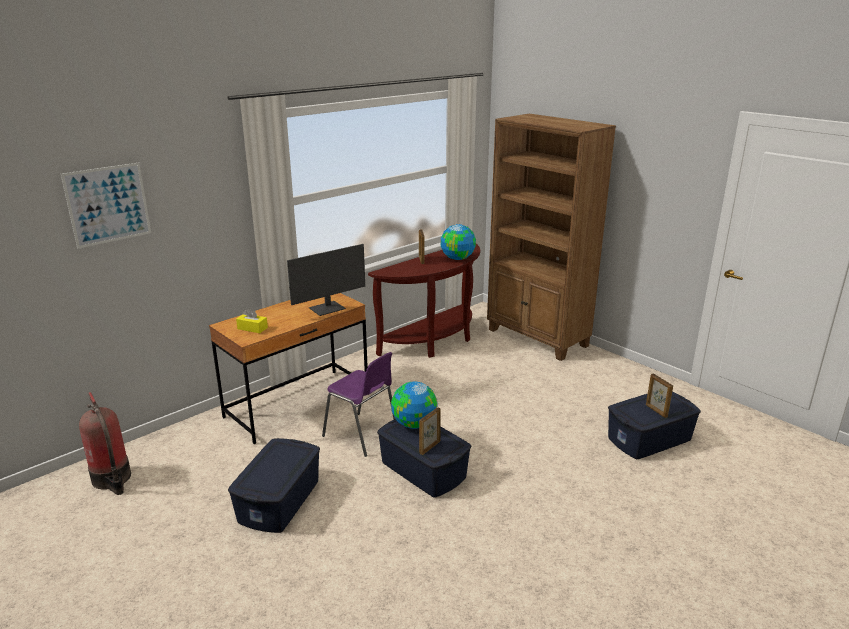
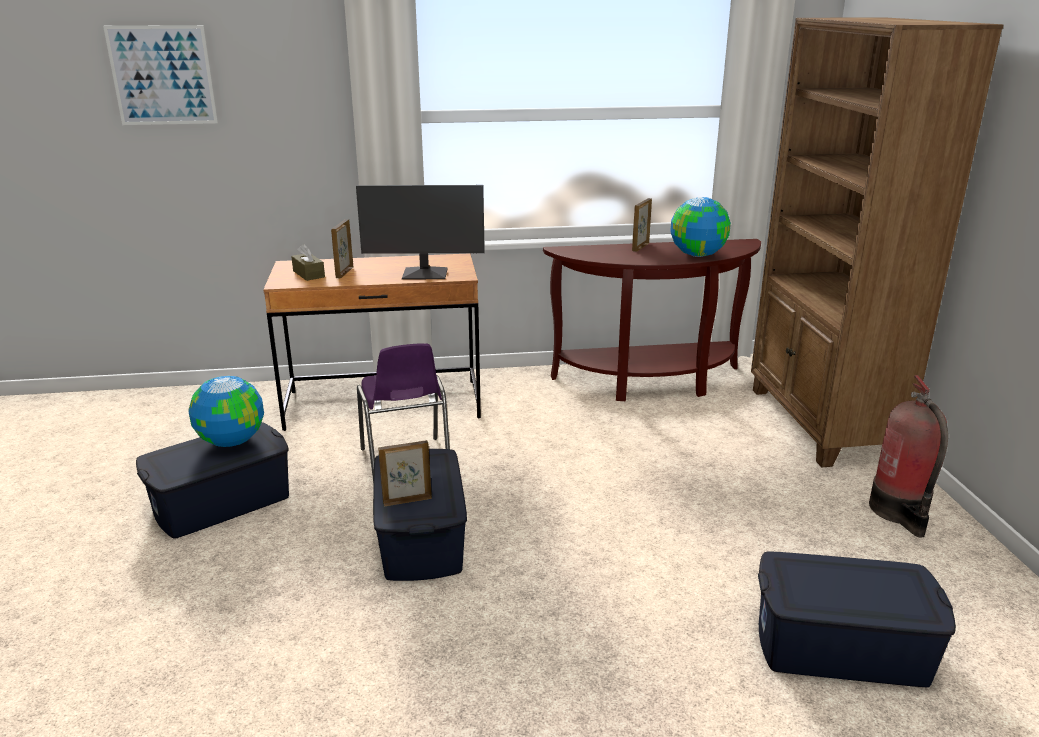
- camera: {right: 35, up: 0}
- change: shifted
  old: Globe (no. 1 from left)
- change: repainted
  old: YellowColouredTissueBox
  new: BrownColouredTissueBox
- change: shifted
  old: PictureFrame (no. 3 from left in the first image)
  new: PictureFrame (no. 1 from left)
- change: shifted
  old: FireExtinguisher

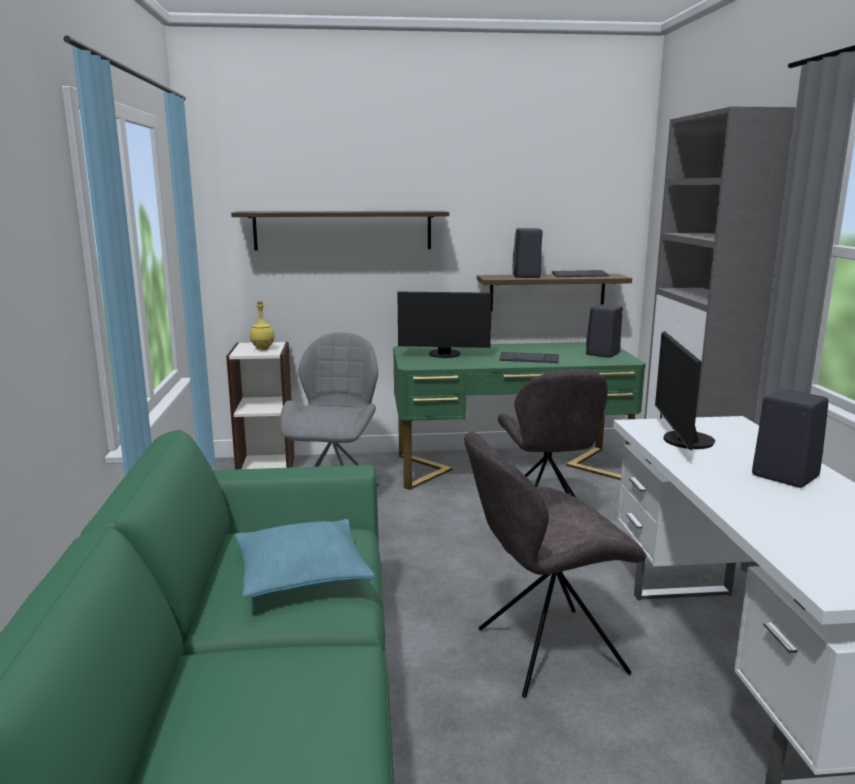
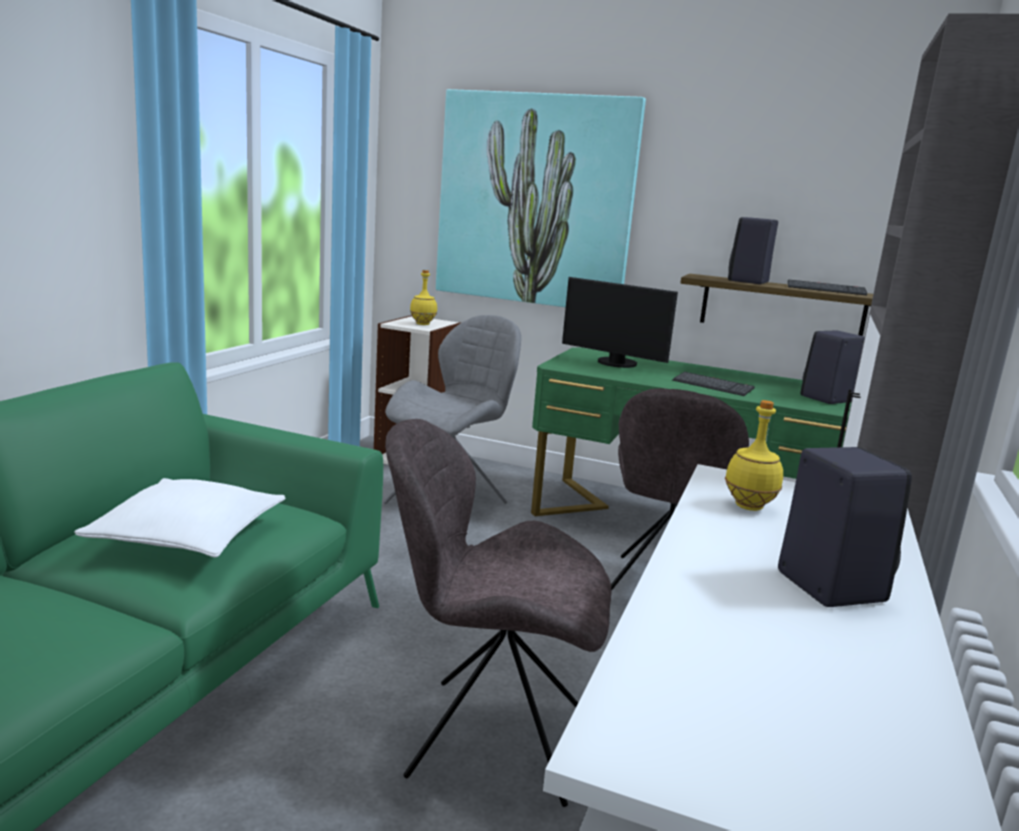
- camera: {right: 25, up: 0}
- change: repainted
  old: TurquoiseColouredCushion
  new: WhitishCushion
- change: swapped
  old: WallShelf (no. 1 from left)
  new: WallArt
- change: swapped
  old: ComputerDisplay (no. 2 from left)
  new: YellowColouredBottle (no. 2 from left)

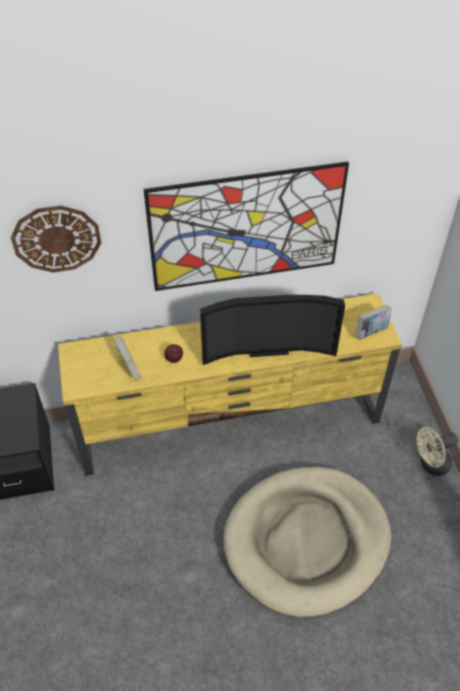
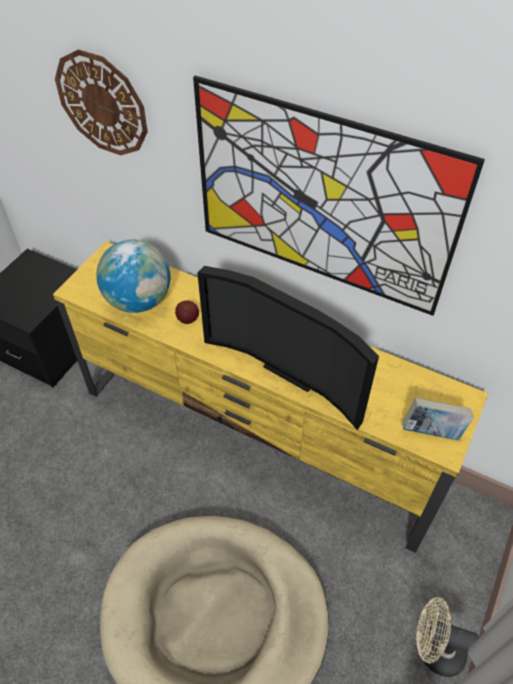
- camera: {right: 40, up: 0}
- change: swapped
  old: Volume (no. 1 from left)
  new: Globe

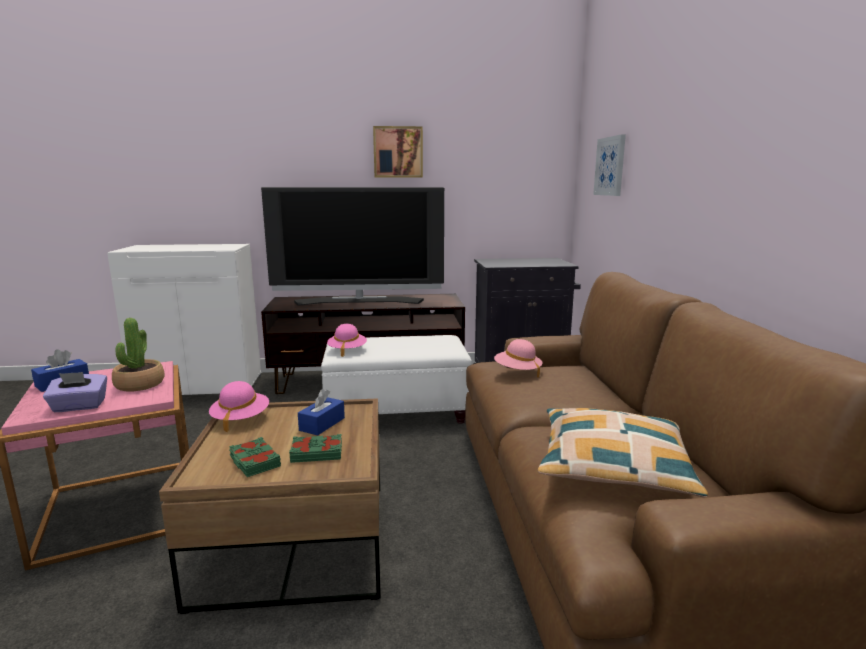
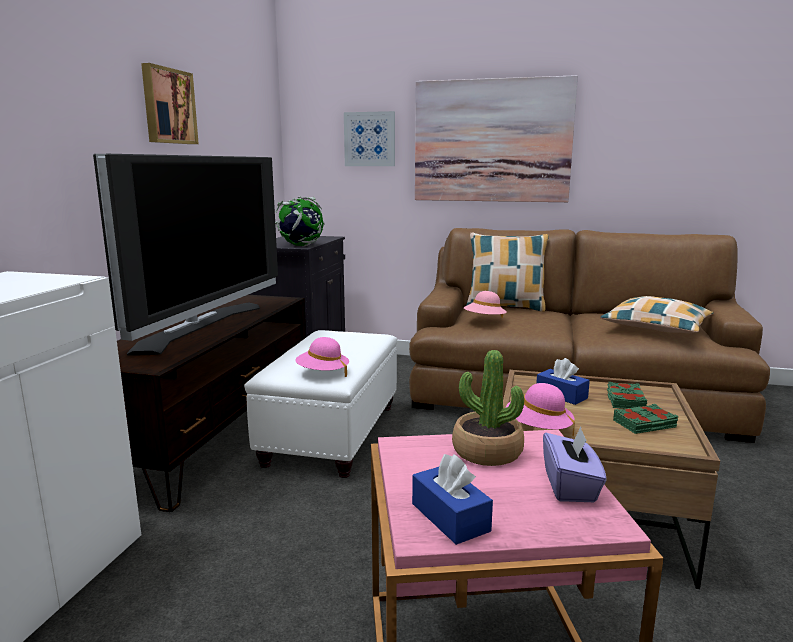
- camera: {right: -70, up: 0}
- change: new
  new: Globe
- change: new
  new: WallArt (no. 3 from left)
- change: new
  new: Cushion (no. 1 from left)

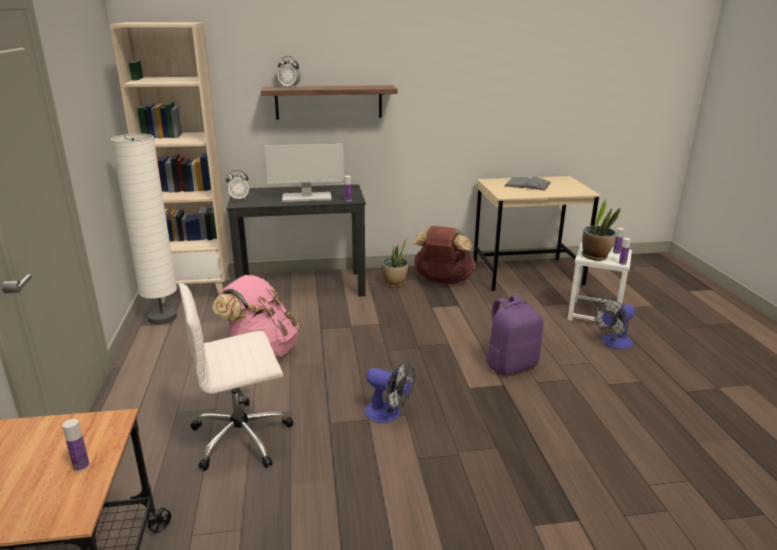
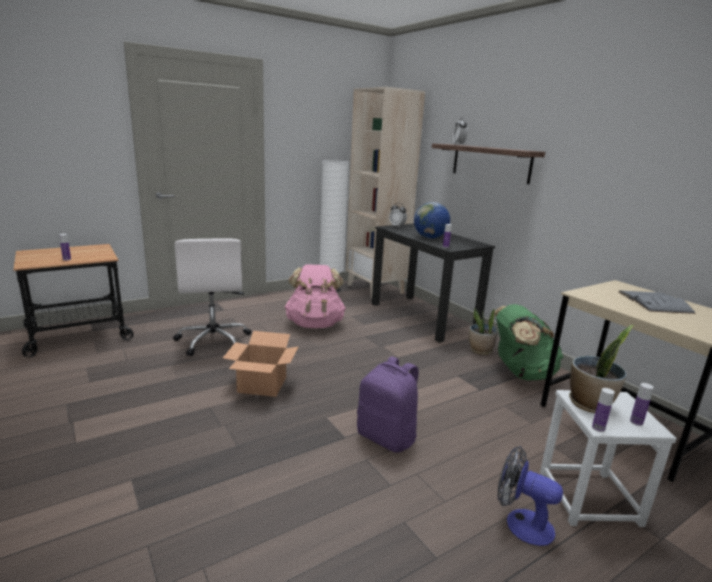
- camera: {right: 65, up: -5}
- change: rotated
  old: WhitishComputerChair
  degrees: -150
- change: swapped
  old: CoolingFan (no. 1 from left)
  new: PackingBox
- change: swapped
  old: ComputerDisplay
  new: Globe
- change: repainted
  old: BrownColouredRucksack
  new: GreenRucksack

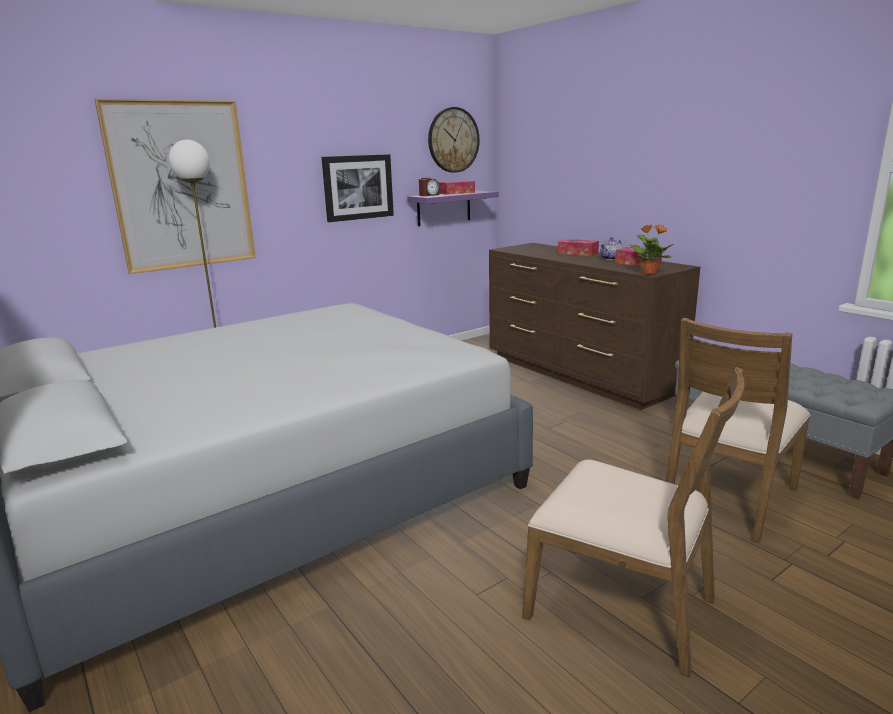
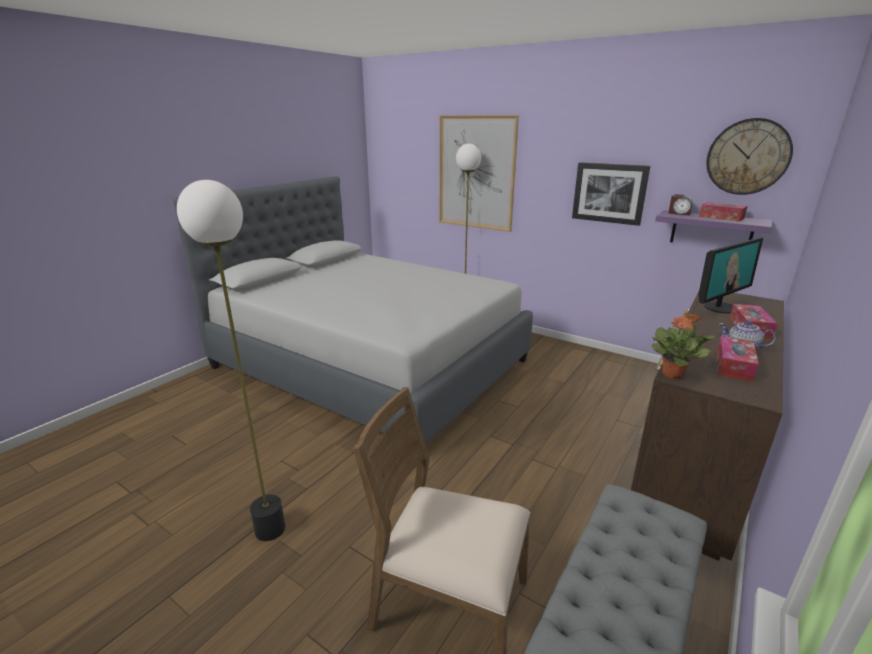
- camera: {right: 70, up: 5}
- change: swapped
  old: BrownColouredPlainChair (no. 1 from left)
  new: StandardLamp (no. 1 from left)
- change: new
  new: ComputerDisplay

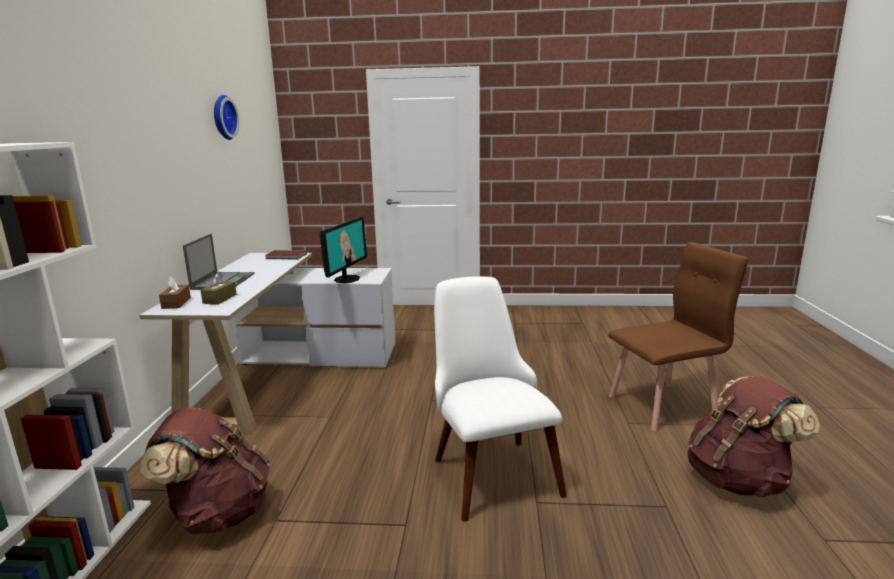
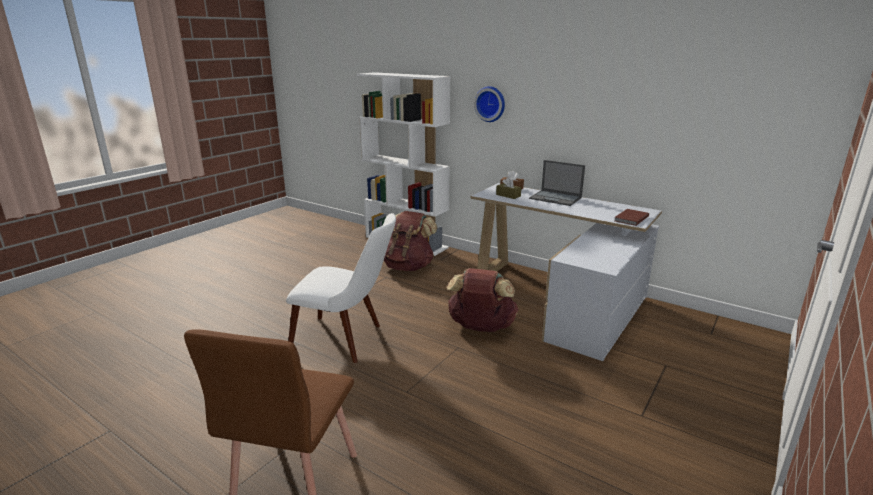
- camera: {right: 120, up: 5}
- change: shifted
  old: BrownColouredRucksack (no. 2 from left)
- change: shifted
  old: HangingClock
- change: gone
  old: ComputerDisplay

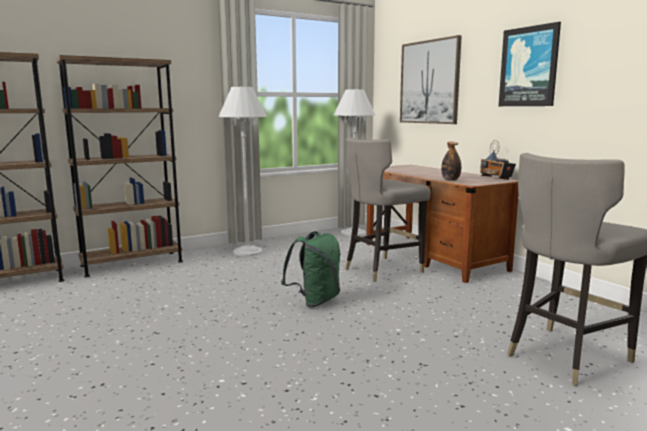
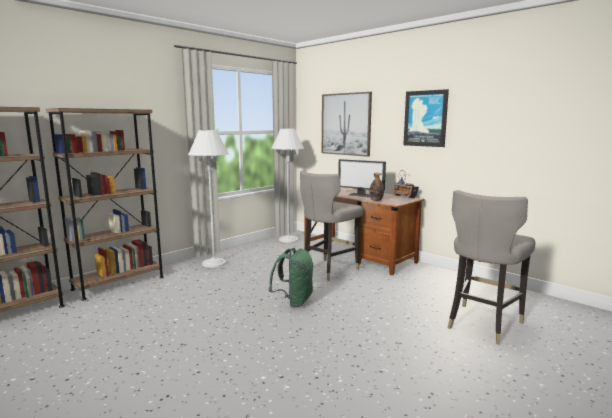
- camera: {right: -15, up: 0}
- change: new
  new: ComputerDisplay

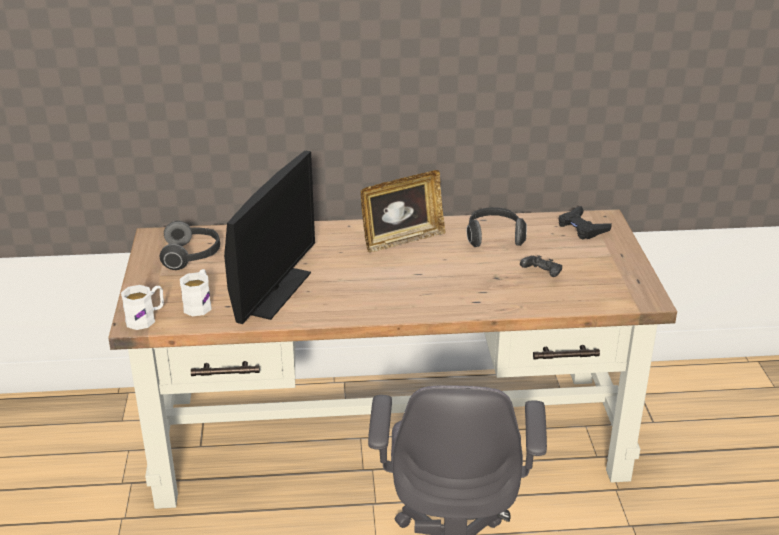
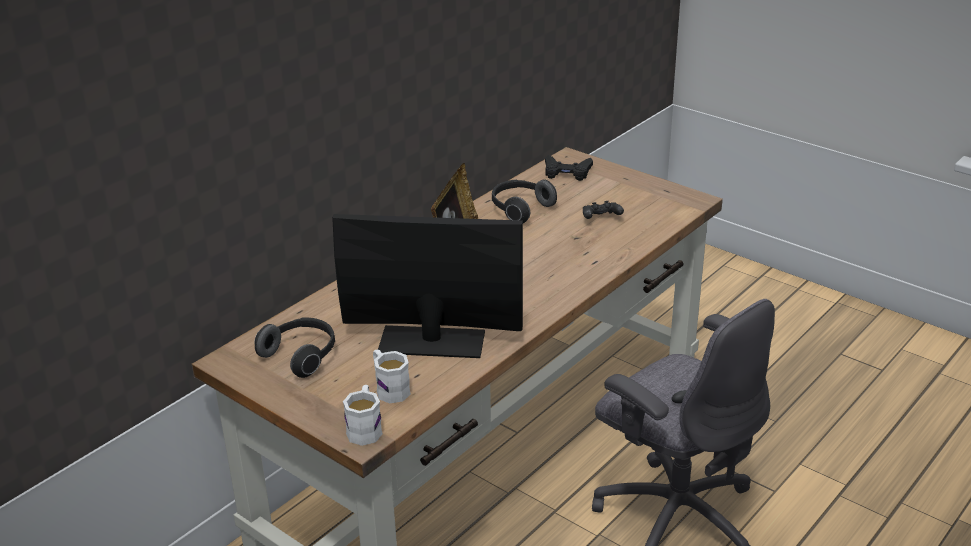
- camera: {right: -45, up: 0}
- change: rotated
  old: ComputerDisplay
  degrees: -60

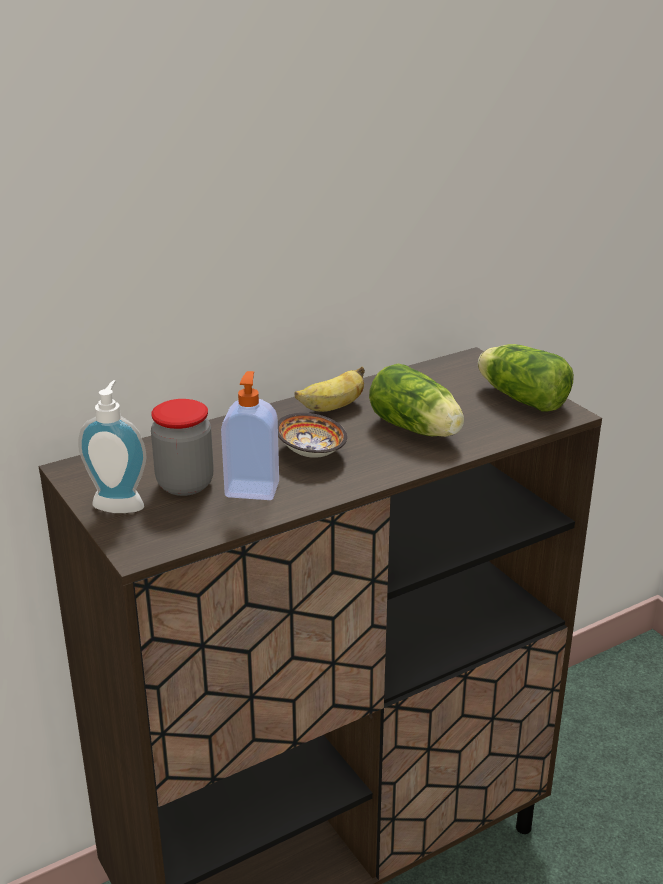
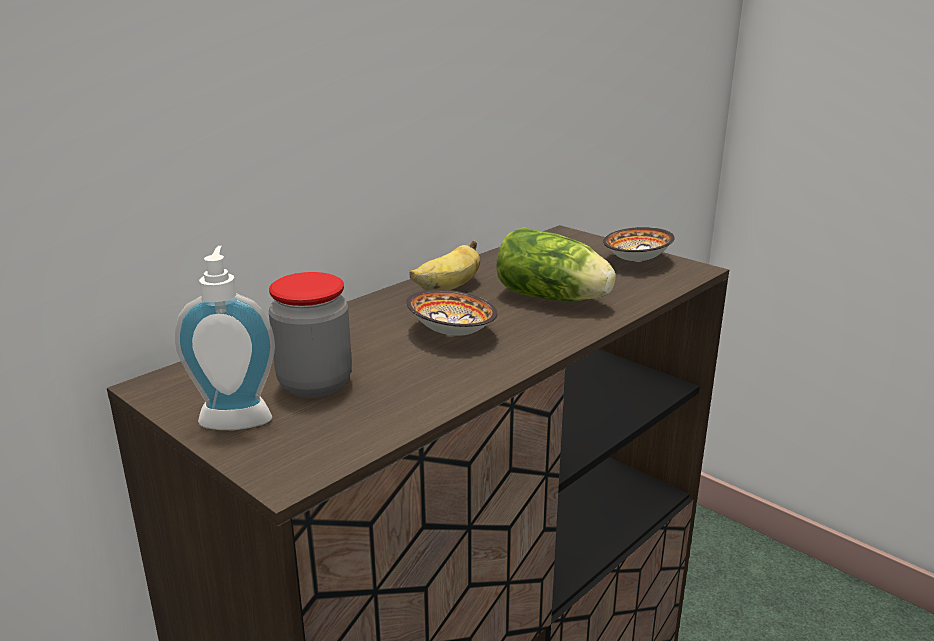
- camera: {right: -15, up: -5}
- change: swapped
  old: Lettuce (no. 2 from left)
  new: DeepDish (no. 2 from left)
- change: gone
  old: LiquidSoapBottle (no. 2 from left)

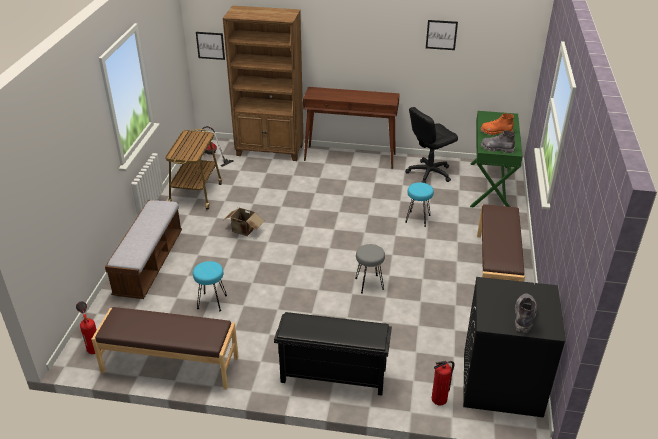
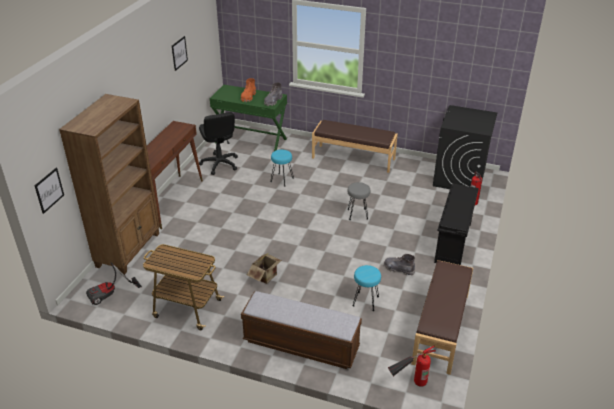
- camera: {right: -80, up: 0}
- change: shifted
  old: GrayTallBoot (no. 2 from left)

